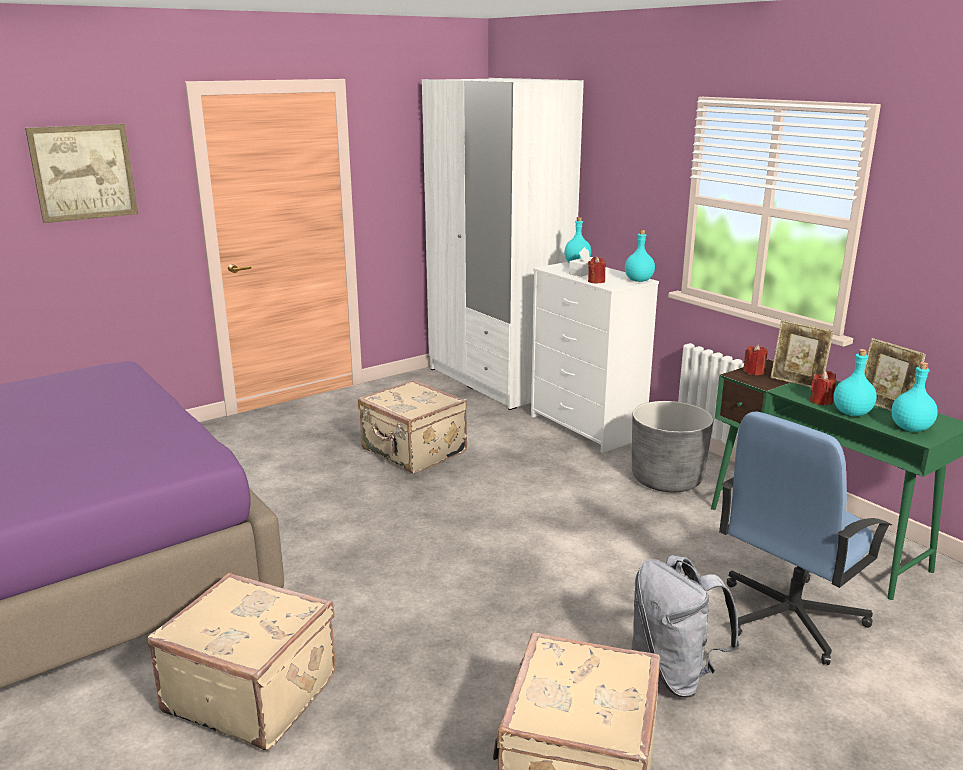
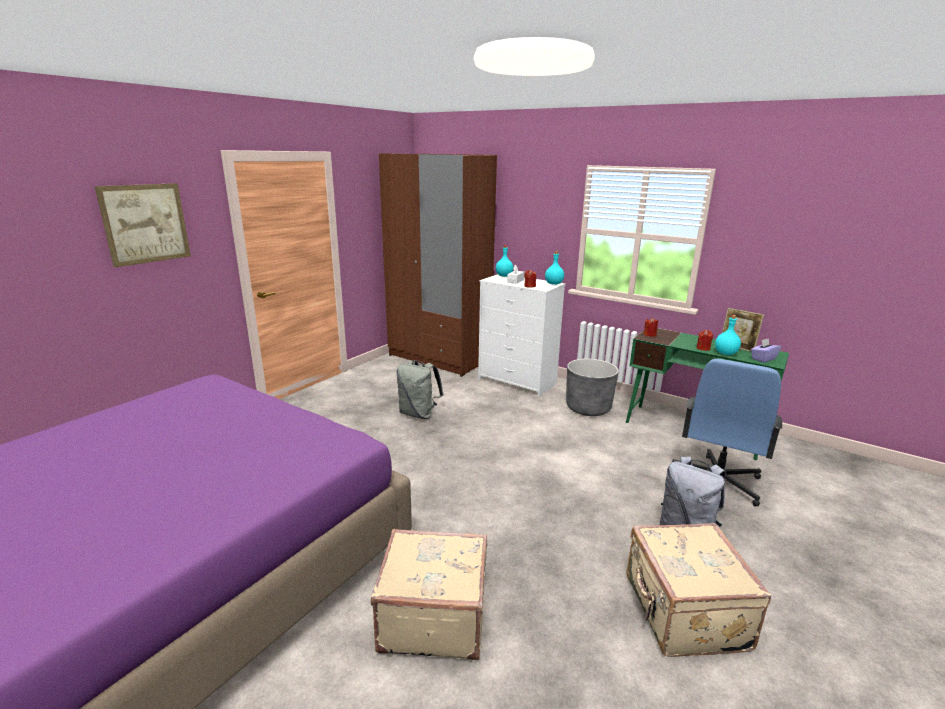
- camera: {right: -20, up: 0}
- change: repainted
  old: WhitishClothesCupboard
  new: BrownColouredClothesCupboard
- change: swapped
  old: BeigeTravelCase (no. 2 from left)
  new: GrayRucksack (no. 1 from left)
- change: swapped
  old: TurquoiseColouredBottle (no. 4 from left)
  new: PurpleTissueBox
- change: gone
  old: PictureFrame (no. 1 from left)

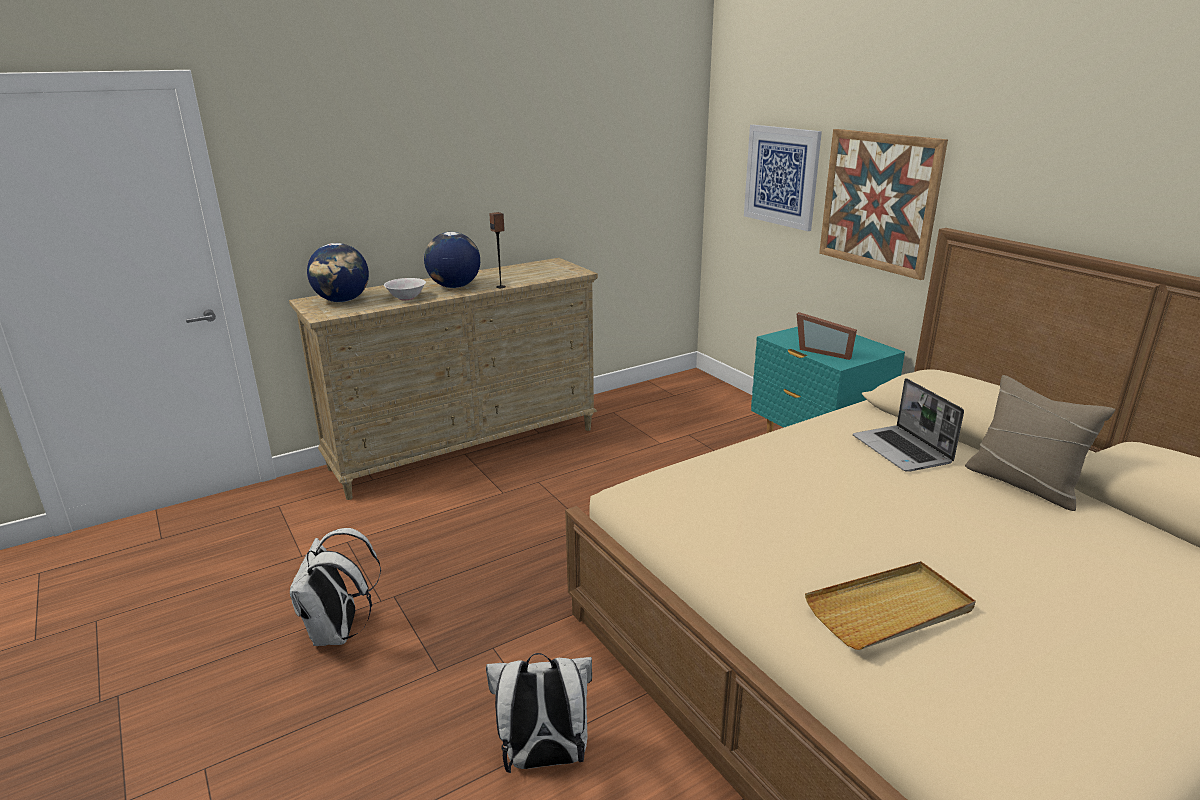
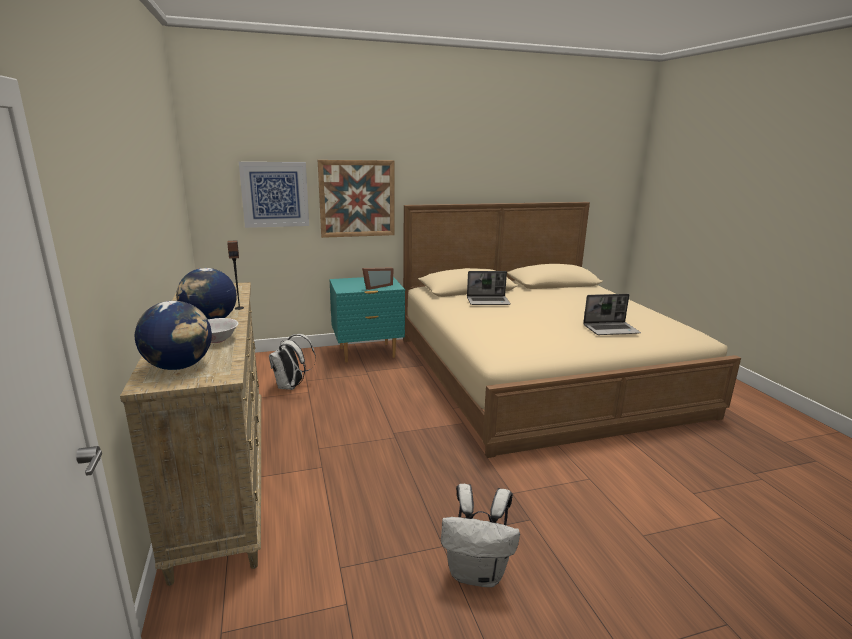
- camera: {right: -75, up: -5}
- change: shifted
  old: WhitishRucksack (no. 2 from left in the first image)
  new: WhitishRucksack (no. 1 from left)
- change: swapped
  old: BeigeCarryingTray
  new: Laptop (no. 2 from left)
- change: gone
  old: BeigeCushion

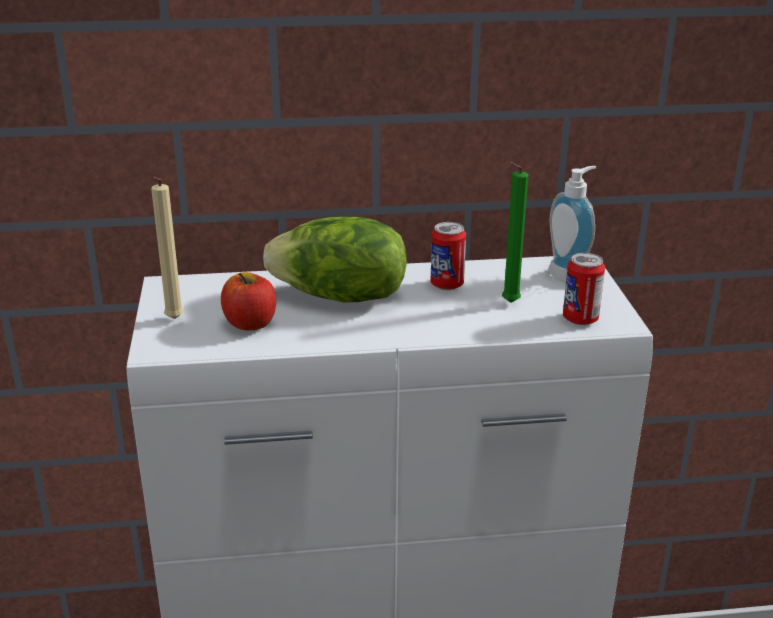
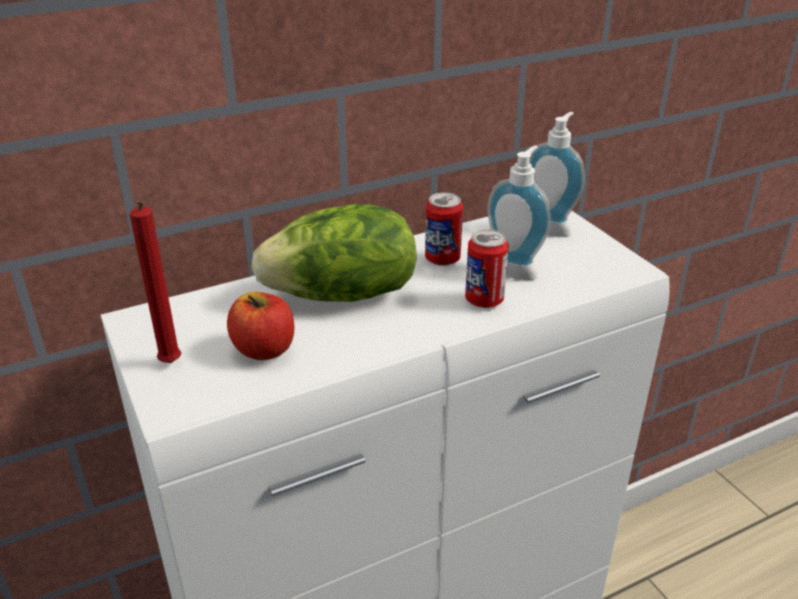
- camera: {right: -20, up: 5}
- change: repainted
  old: BeigeWaxCandle
  new: RedWaxCandle
- change: shifted
  old: SealedCan (no. 2 from left)
- change: swapped
  old: GreenWaxCandle
  new: LiquidSoapBottle (no. 1 from left)

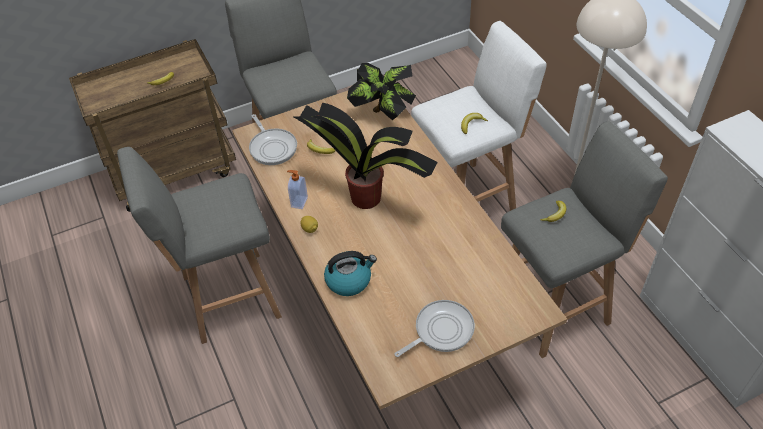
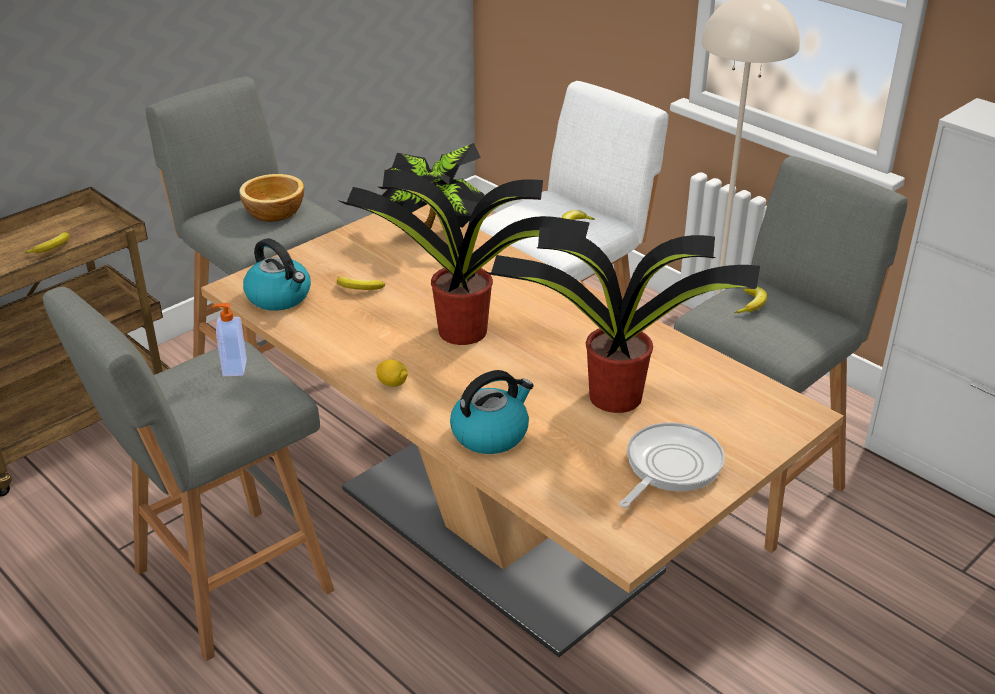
- camera: {right: -20, up: -15}
- change: shifted
  old: LiquidSoapBottle
- change: new
  new: DeepDish
- change: swapped
  old: FryingPan (no. 1 from left)
  new: TeaKettle (no. 1 from left)
- change: new
  new: PlantInAPot (no. 3 from left)

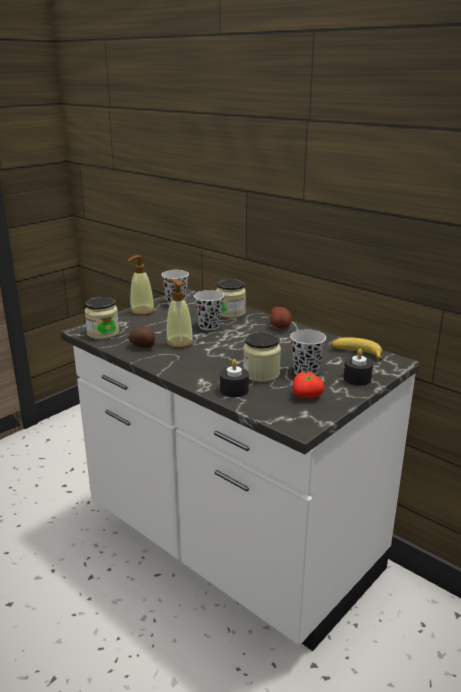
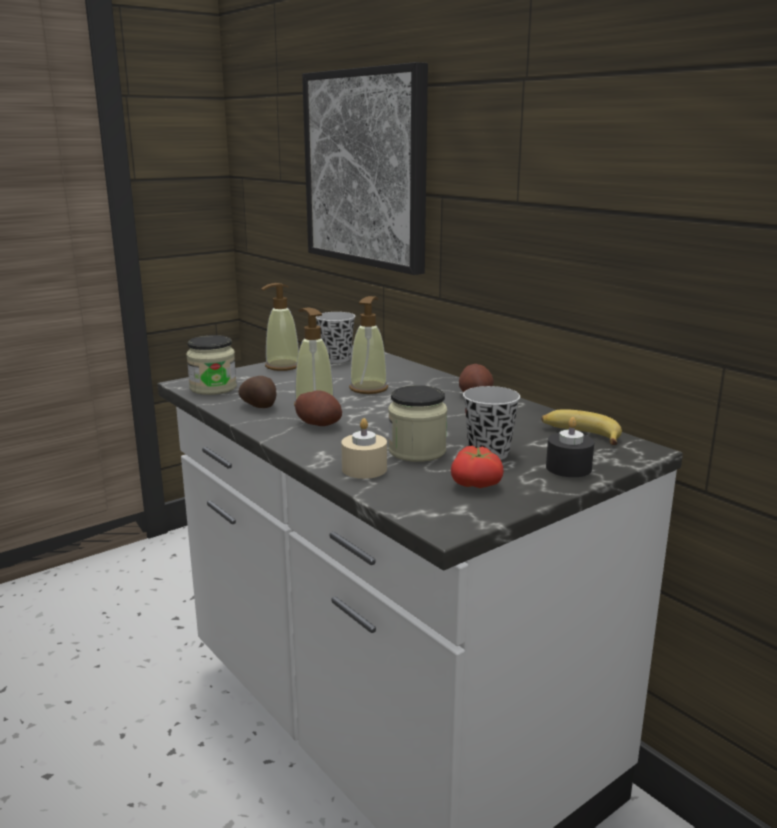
- camera: {right: 10, up: -5}
- change: new
  new: Spud (no. 2 from left)
- change: new
  new: WallArt
- change: repainted
  old: BlackColouredWaxCandle (no. 1 from left)
  new: BeigeWaxCandle
- change: swapped
  old: BlackColouredCup (no. 2 from left)
  new: LiquidSoapBottle (no. 3 from left)
- change: gone
  old: Jar (no. 2 from left)

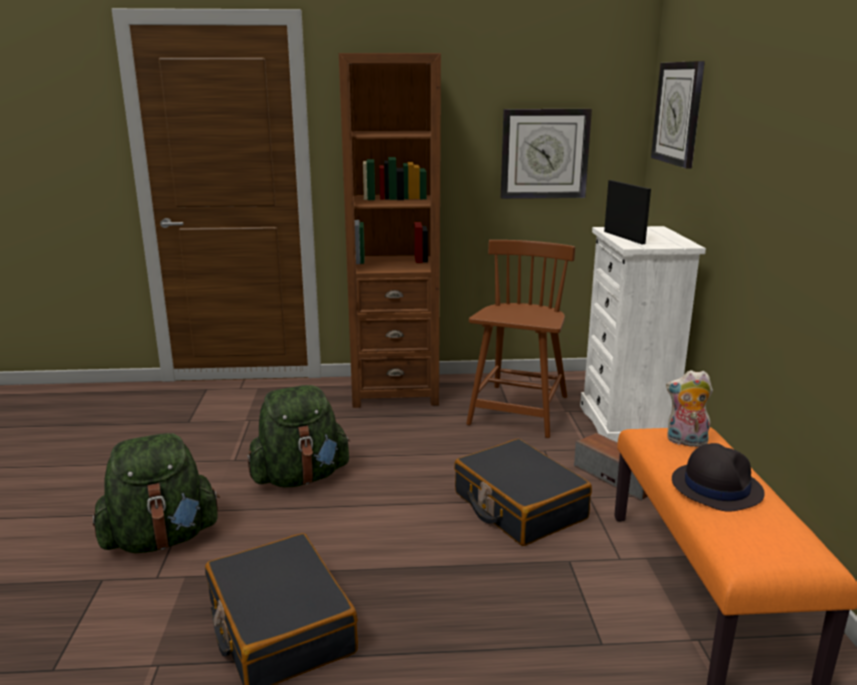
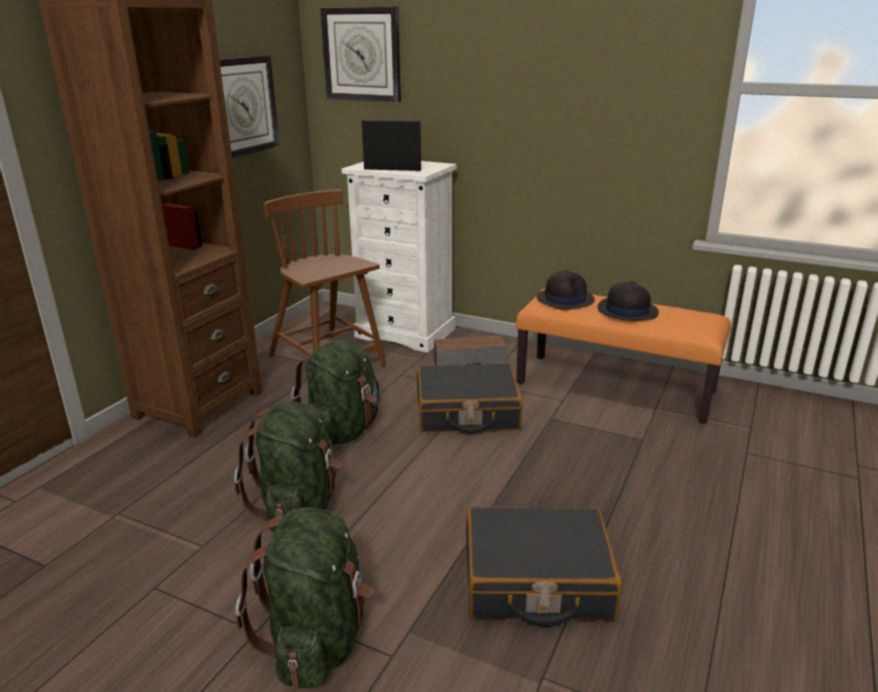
- camera: {right: -60, up: 5}
- change: new
  new: GreenRucksack (no. 3 from left)
- change: swapped
  old: PlushToy
  new: BlackColouredWearableHat (no. 1 from left)

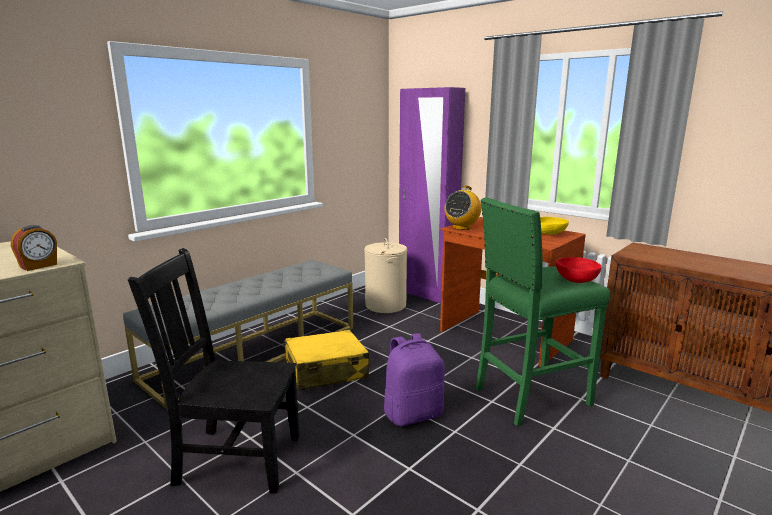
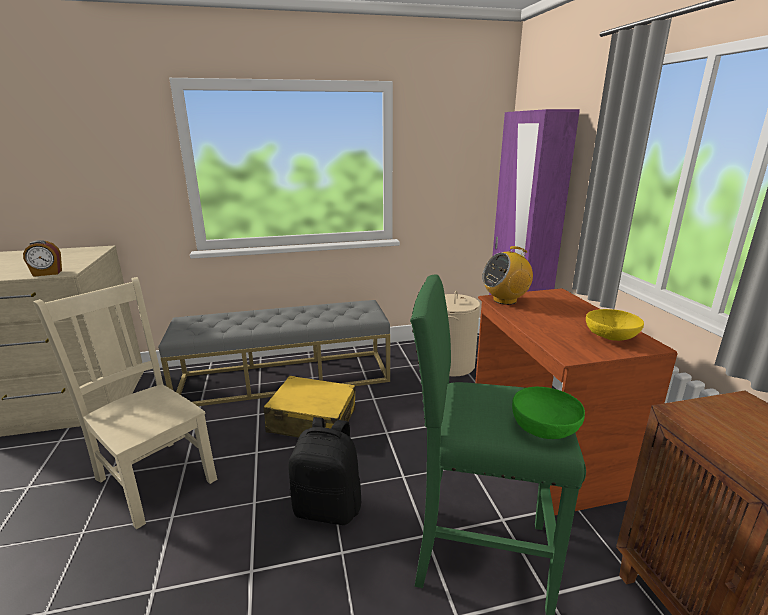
- camera: {right: 35, up: 5}
- change: repainted
  old: BlackColouredPlainChair
  new: BeigePlainChair
- change: repainted
  old: PurpleRucksack
  new: BlackColouredRucksack
- change: repainted
  old: RedDeepDish
  new: GreenDeepDish

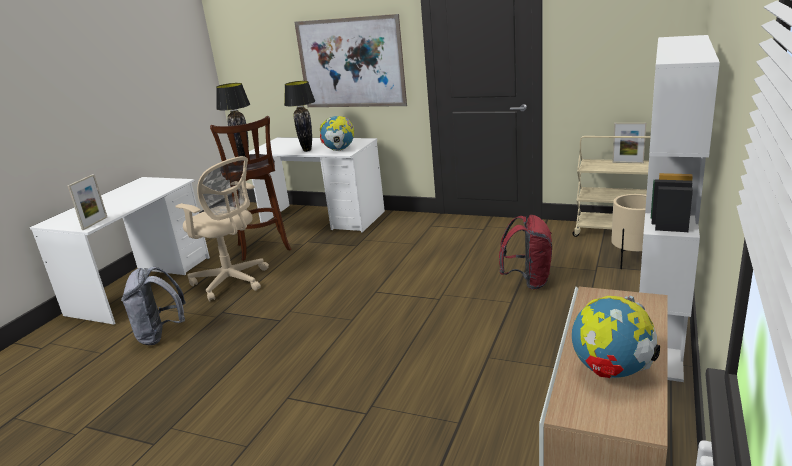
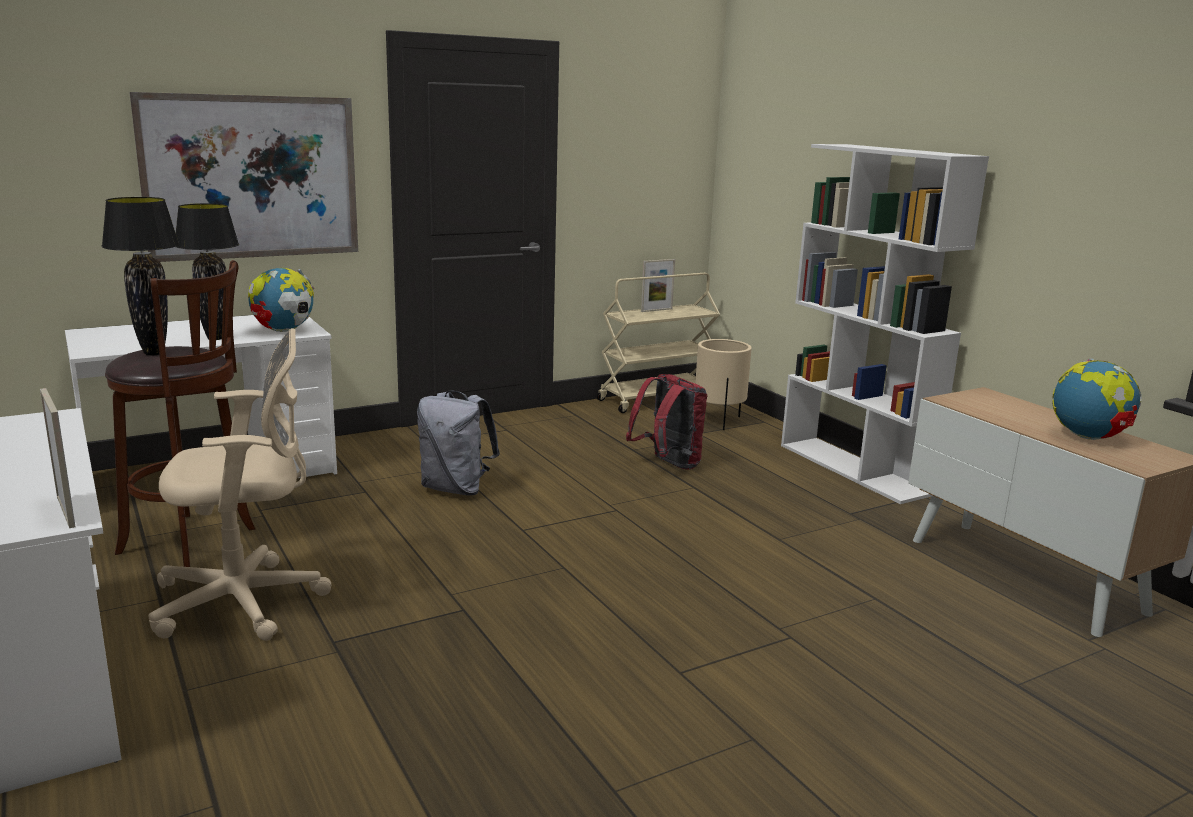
- camera: {right: -55, up: -5}
- change: shifted
  old: GrayRucksack

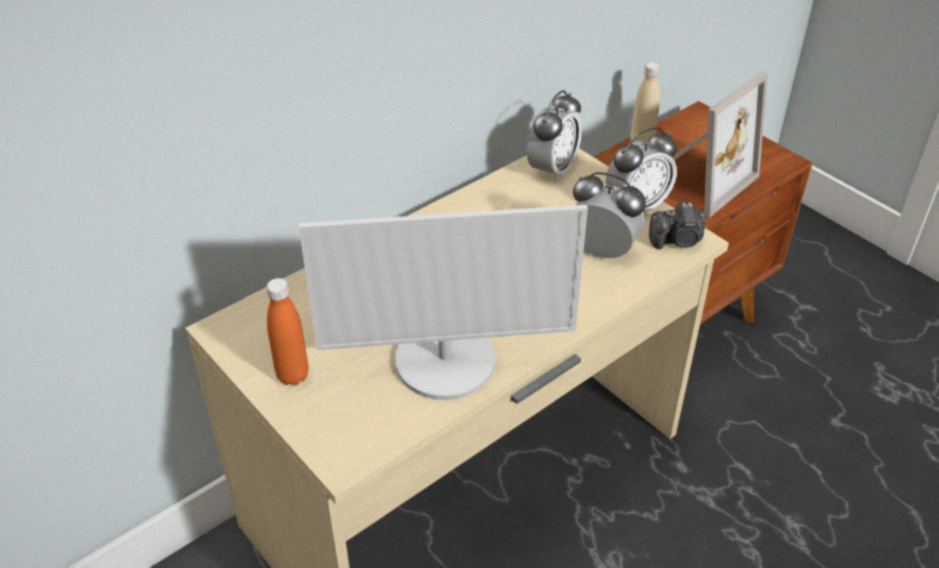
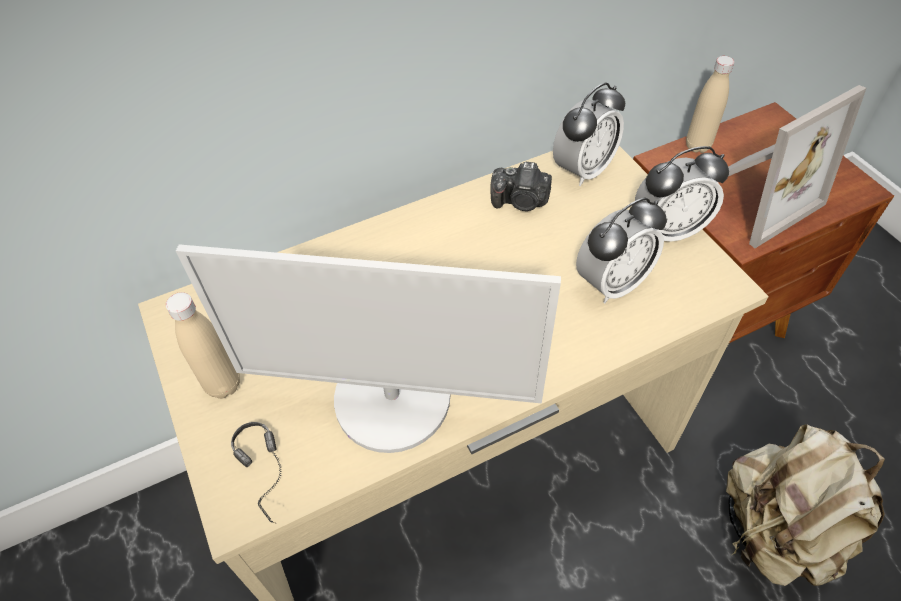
- camera: {right: 15, up: 10}
- change: repainted
  old: OrangeColouredBottle
  new: BeigeBottle (no. 1 from left)
- change: new
  new: Headphones
- change: shifted
  old: StillCamera
- change: rotated
  old: BedsideClock (no. 2 from left)
  degrees: 105
- change: new
  new: BeigeRucksack

